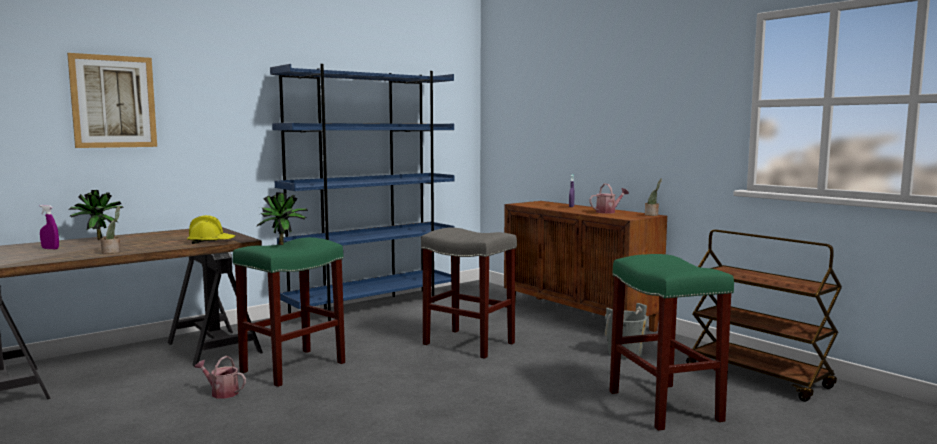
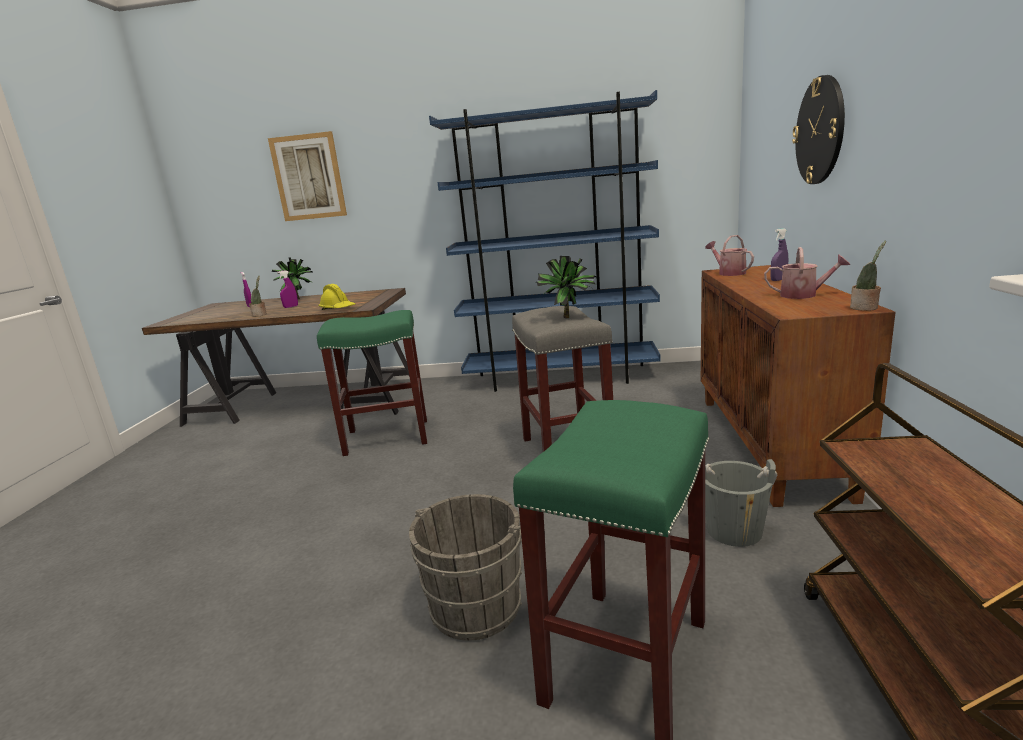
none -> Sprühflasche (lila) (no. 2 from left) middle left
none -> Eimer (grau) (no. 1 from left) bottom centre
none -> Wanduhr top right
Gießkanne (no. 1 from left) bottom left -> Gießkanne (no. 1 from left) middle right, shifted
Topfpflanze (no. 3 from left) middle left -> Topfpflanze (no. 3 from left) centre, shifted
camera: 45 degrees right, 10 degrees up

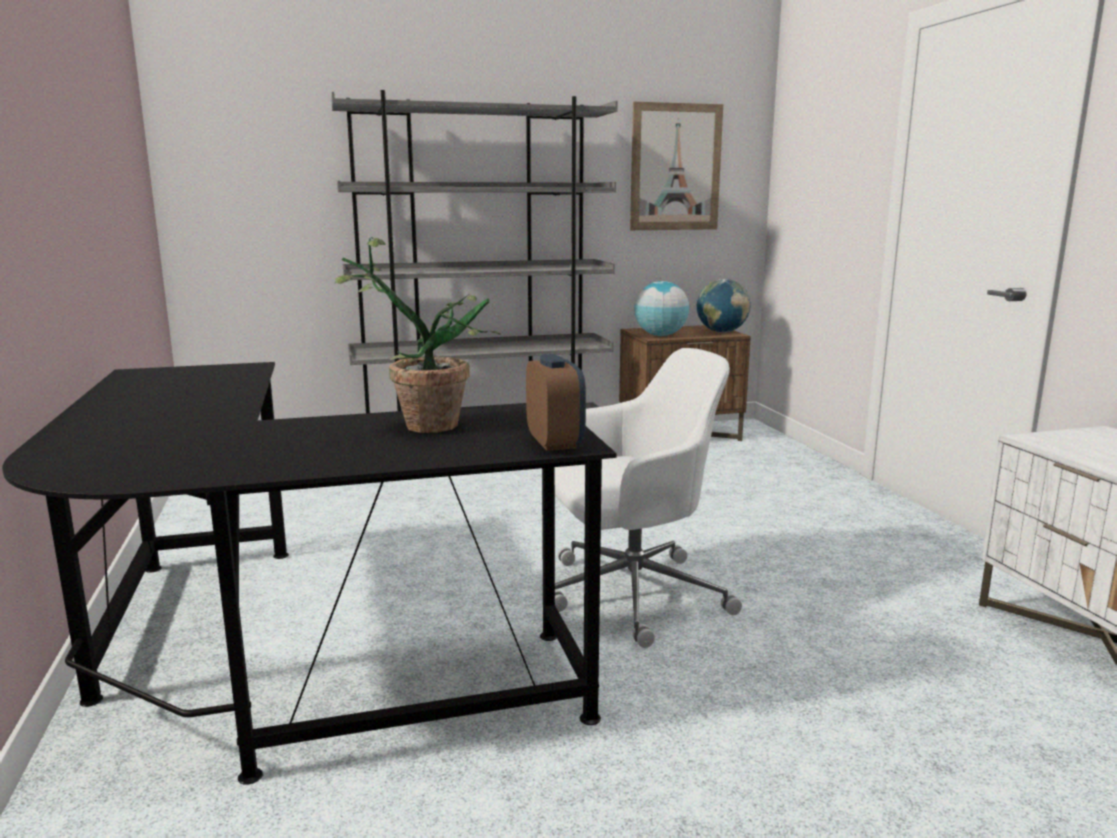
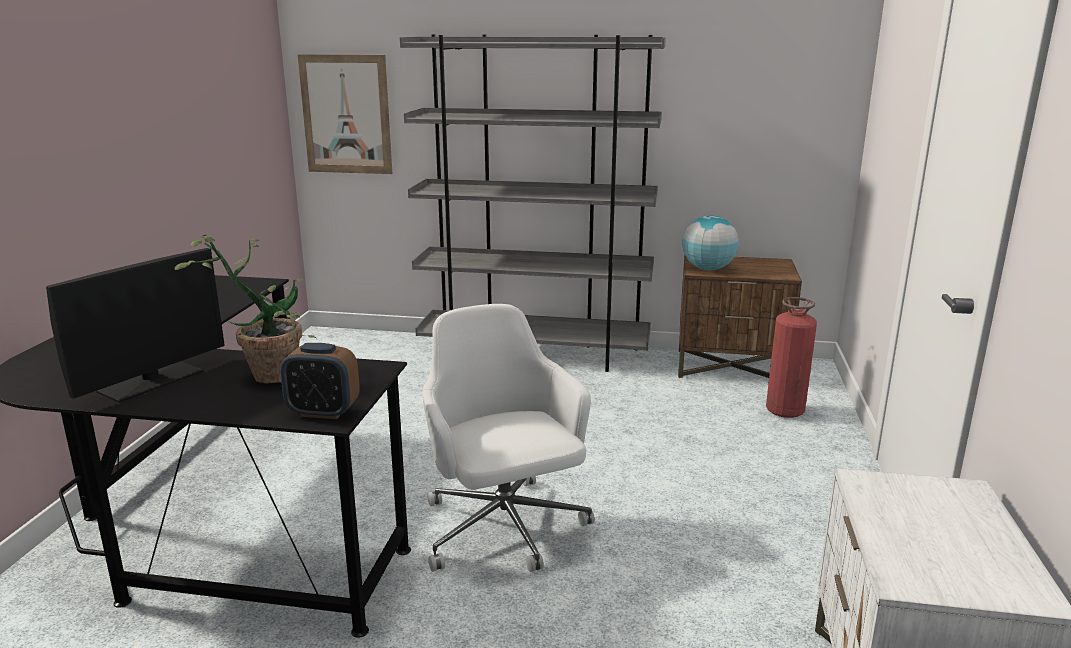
Globus (no. 2 from left) centre -> none
none -> Monitor middle left
none -> Feuerlöscher middle right
Bild top centre -> Bild top left, shifted
Wecker centre -> Wecker middle left, 90 degrees clockwise
Bürostuhl (weiß) centre -> Bürostuhl (weiß) bottom centre, 120 degrees counterclockwise
camera: 25 degrees right, 5 degrees up

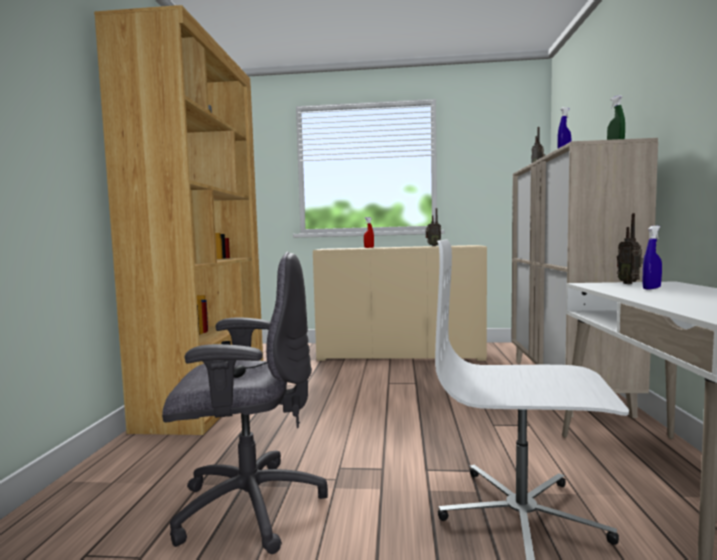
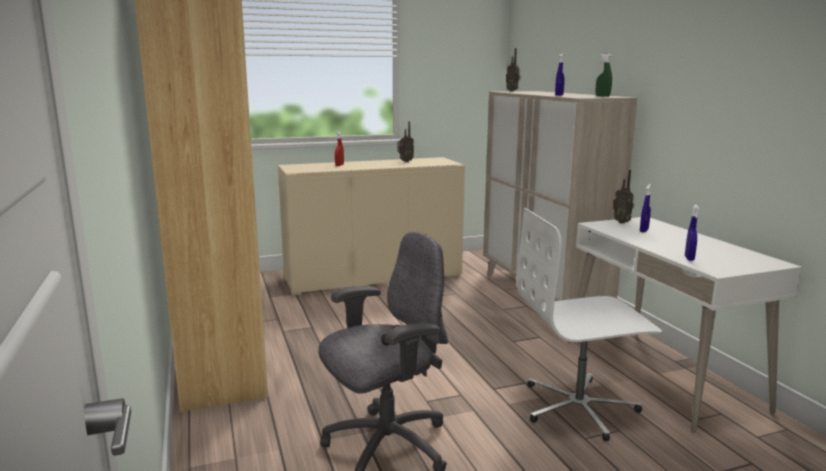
none -> Sprühflasche (blau) (no. 3 from left) middle right
camera: 25 degrees left, 10 degrees up

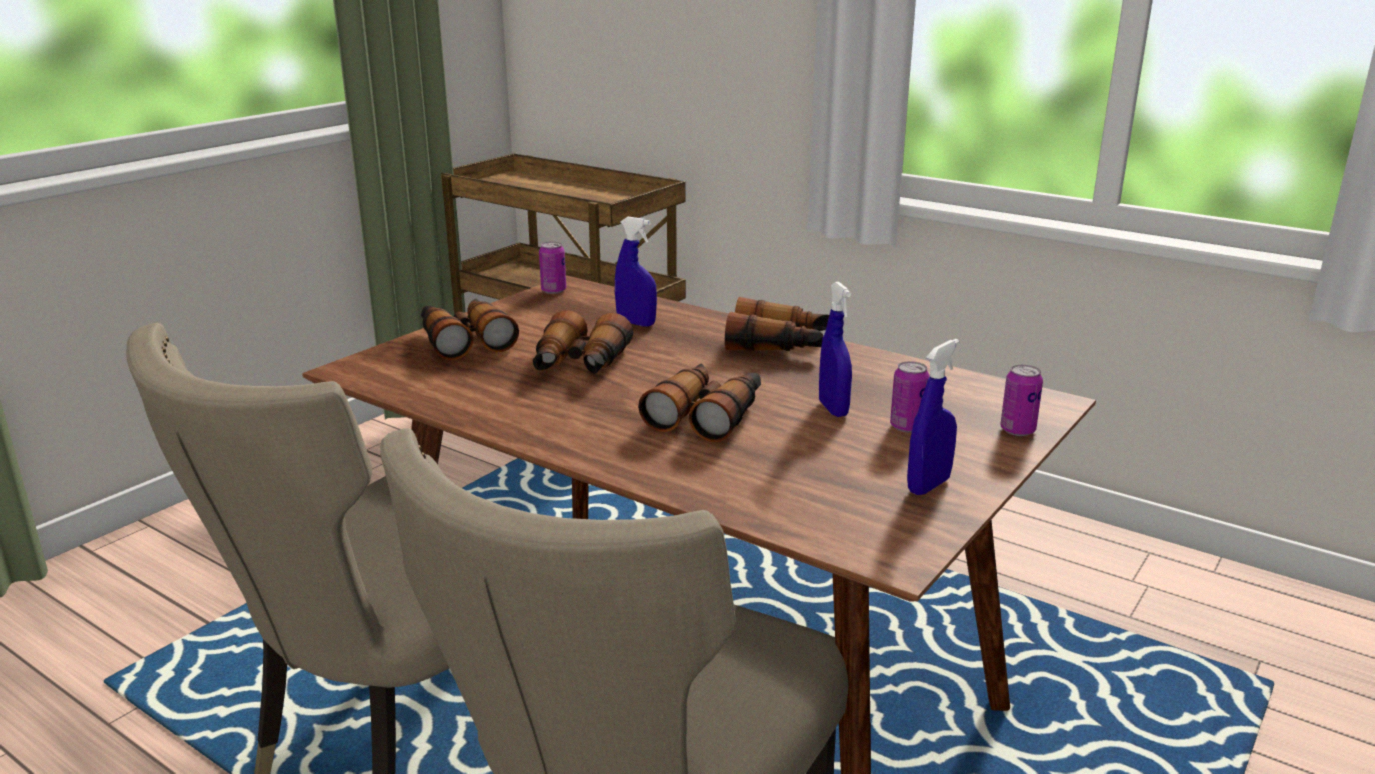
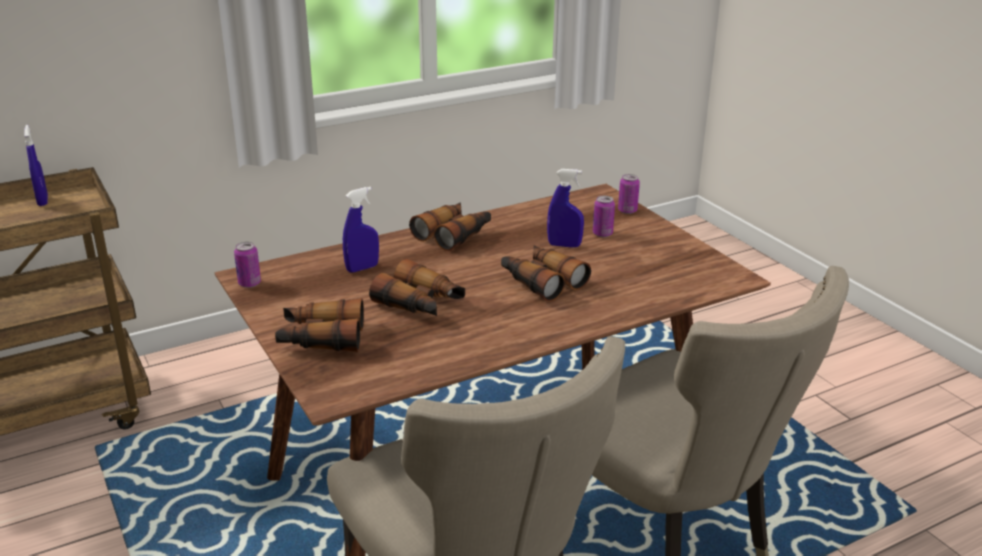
Sprühflasche (blau) (no. 3 from left in the first image) middle right -> Sprühflasche (blau) (no. 1 from left) top left, shifted
camera: 65 degrees left, 5 degrees up

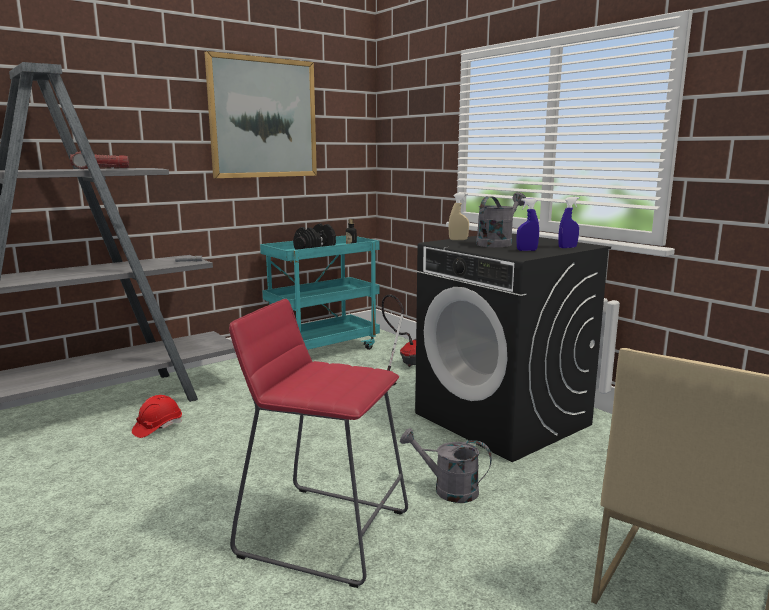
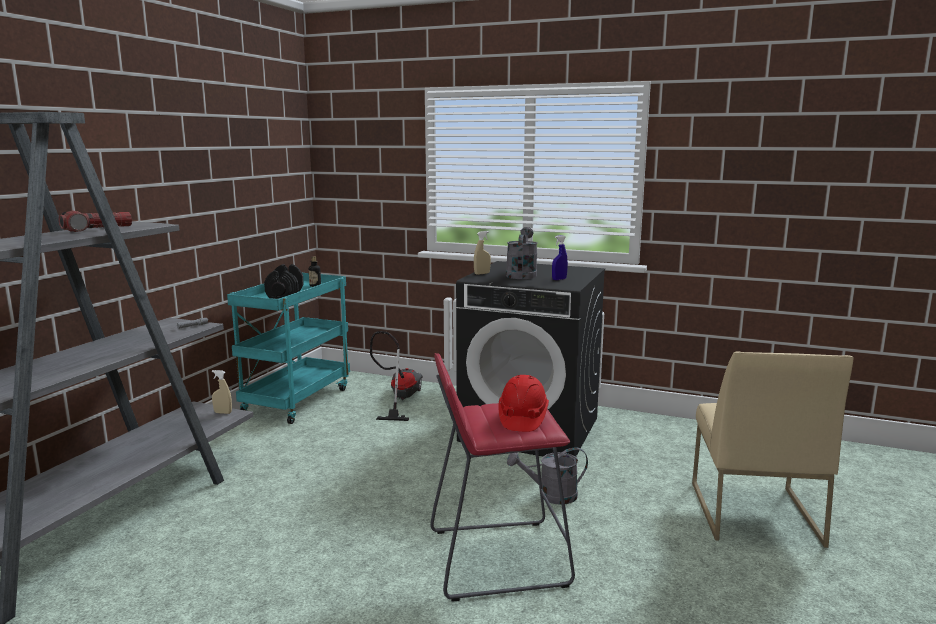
Bild top centre -> none
Sprühflasche (blau) (no. 2 from left) middle right -> none
none -> Sprühflasche (beige) (no. 1 from left) middle left
Schutzhelm (rot) bottom left -> Schutzhelm (rot) centre, shifted
camera: 30 degrees left, 0 degrees up

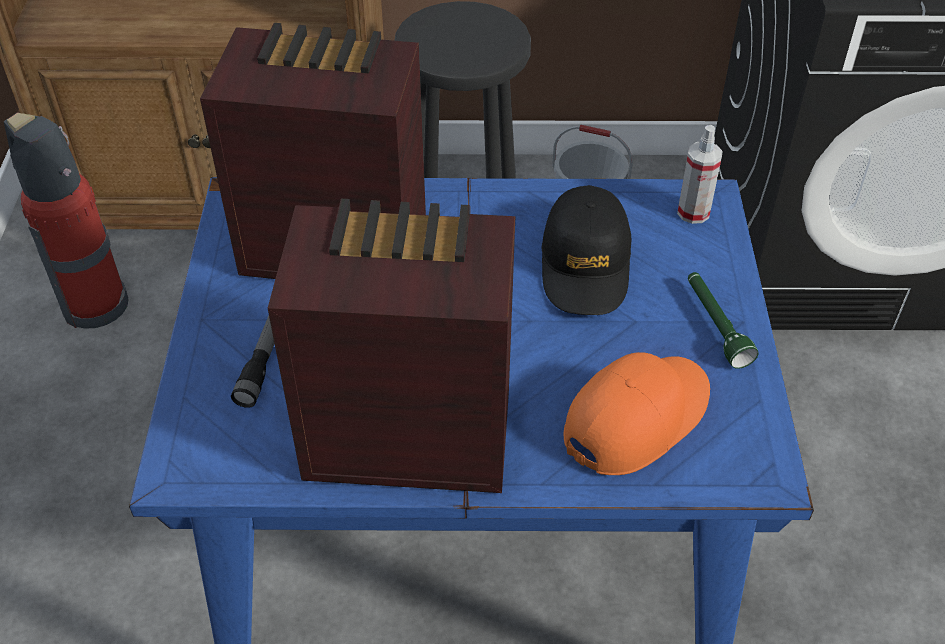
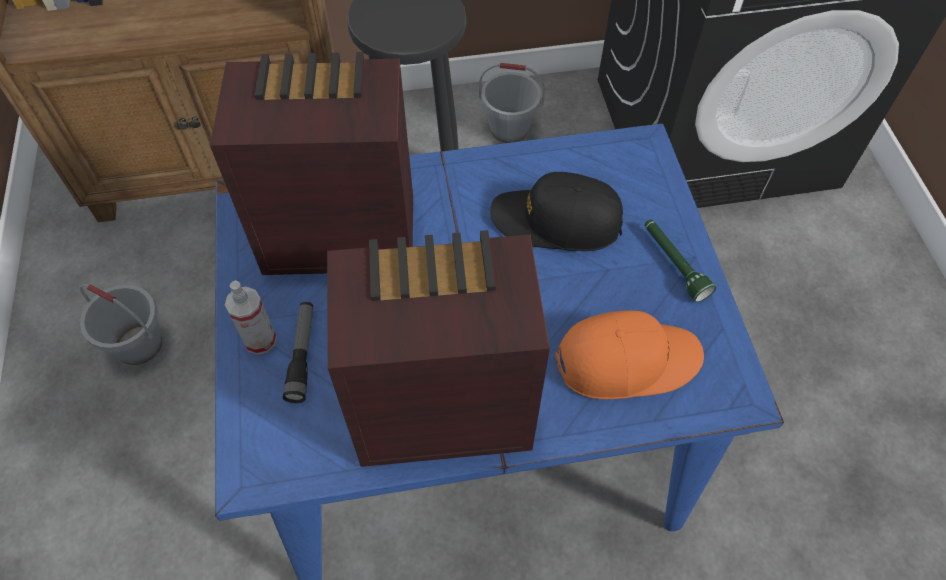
Feuerlöscher middle left -> none
none -> Eimer (grau) (no. 1 from left) middle left
Sprühflasche top right -> Sprühflasche middle left, shifted
Kappe (schwarz) centre, 105 degrees clockwise
Kappe (orange) middle right -> Kappe (orange) centre, 45 degrees clockwise
camera: 10 degrees left, 10 degrees up

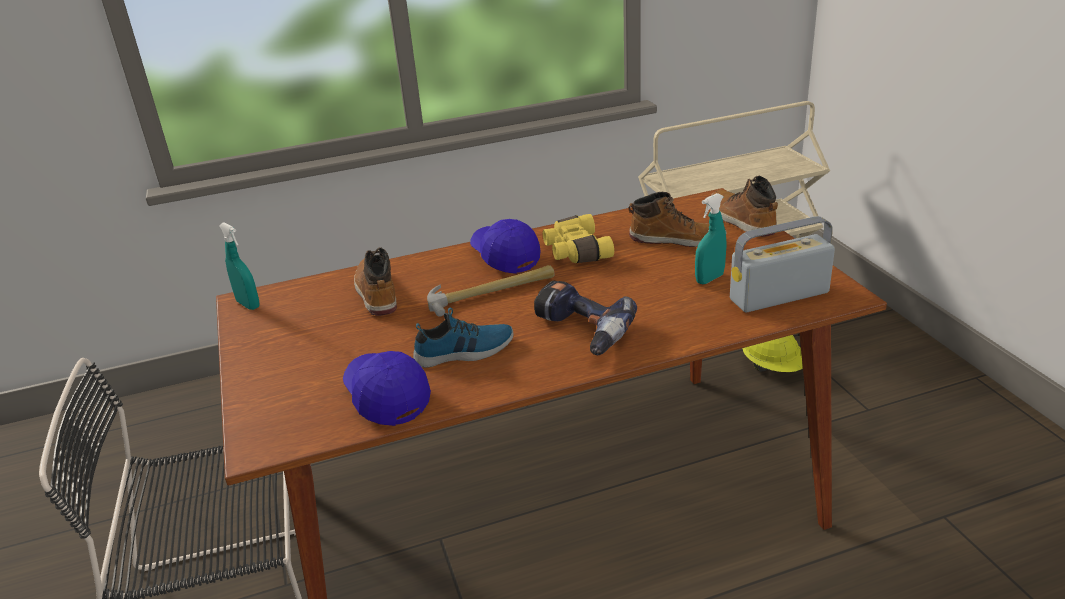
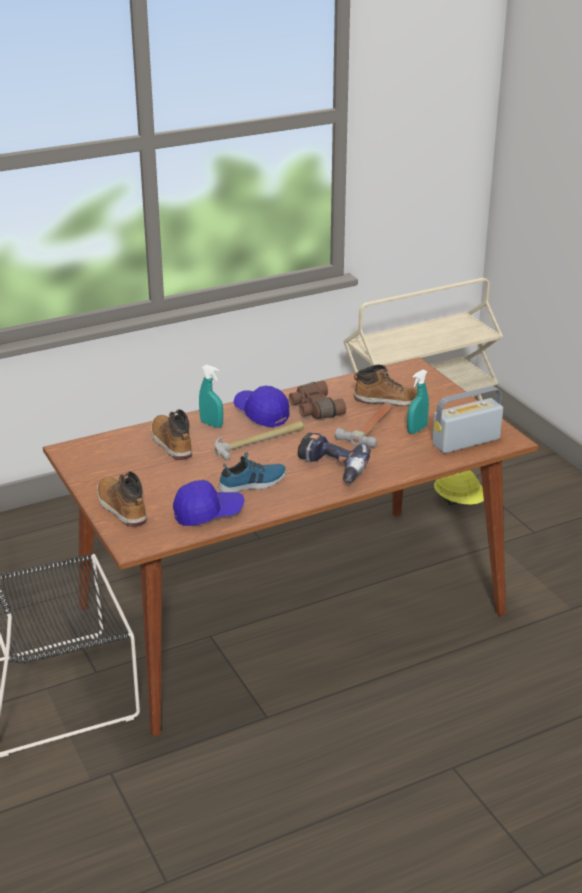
none -> Hammer (no. 2 from left) centre
Sprühflasche (türkis) (no. 1 from left) middle left -> Sprühflasche (türkis) (no. 1 from left) centre, shifted
Stiefel (no. 3 from left in the first image) middle right -> Stiefel (no. 1 from left) middle left, shifted
Fernglas (gelb) centre -> Fernglas (braun) centre
Kappe (blau) (no. 1 from left) centre, 120 degrees clockwise
camera: 10 degrees left, 0 degrees up

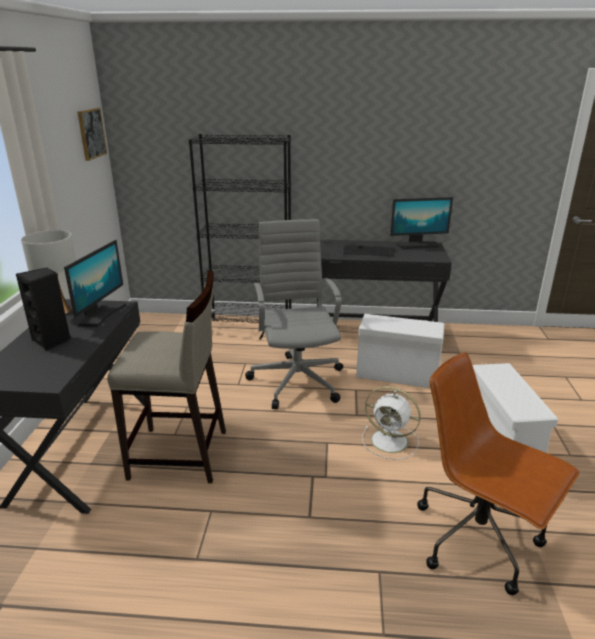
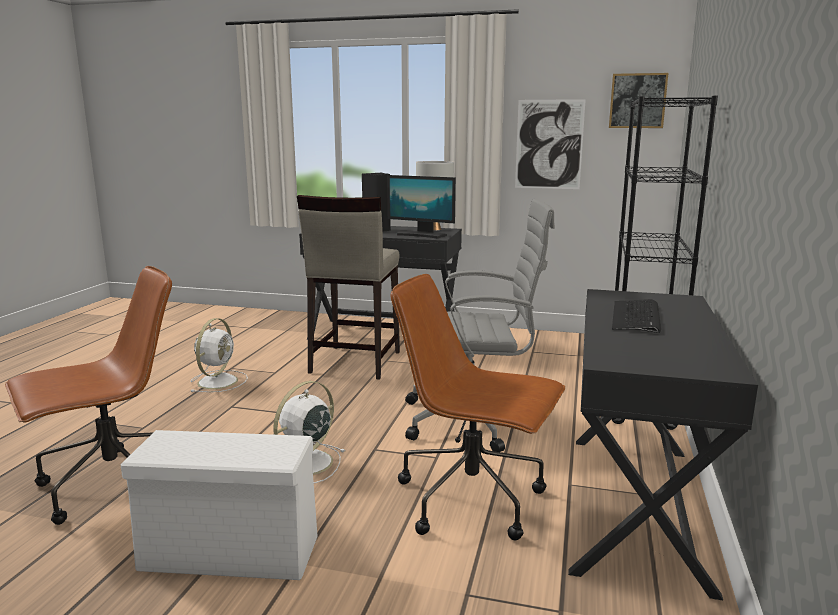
Monitor (no. 2 from left) middle right -> none
none -> Ventilator (weiß) (no. 1 from left) middle left
none -> Bild (no. 1 from left) top centre
Aufbewahrungsbox (weiß) (no. 1 from left) middle right -> Bürostuhl (braun) (no. 2 from left) centre
camera: 100 degrees right, 10 degrees down

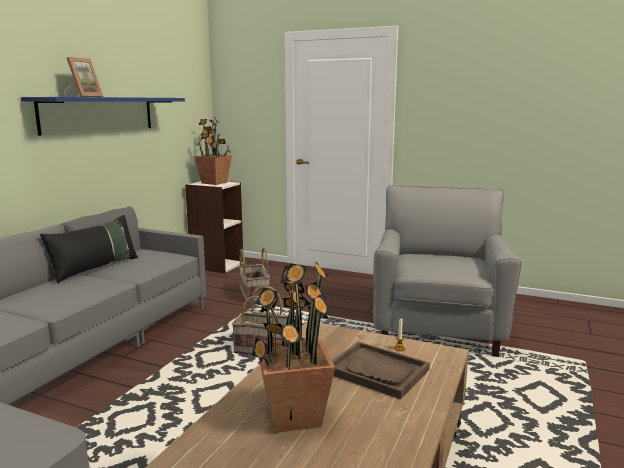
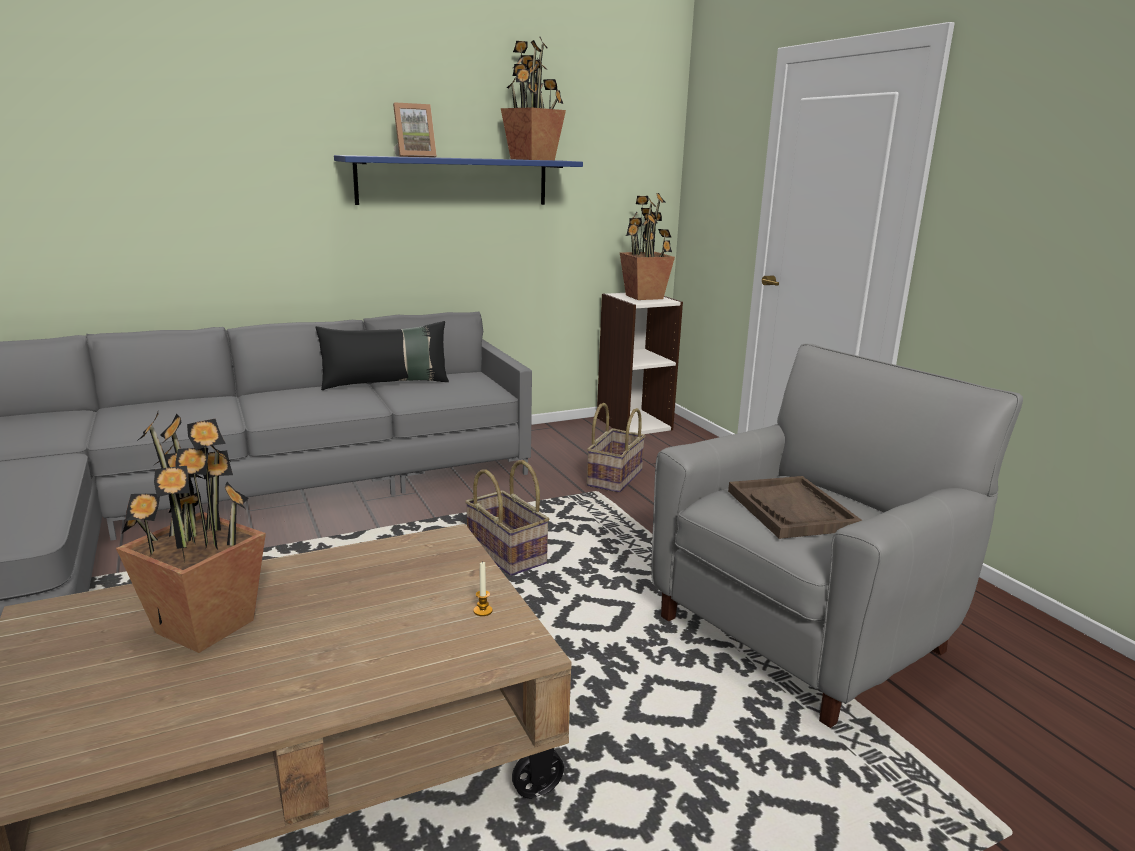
none -> Topfpflanze (no. 2 from left) top centre
Tablett (braun) bottom centre -> Tablett (braun) middle right, shifted
camera: 40 degrees right, 5 degrees up

